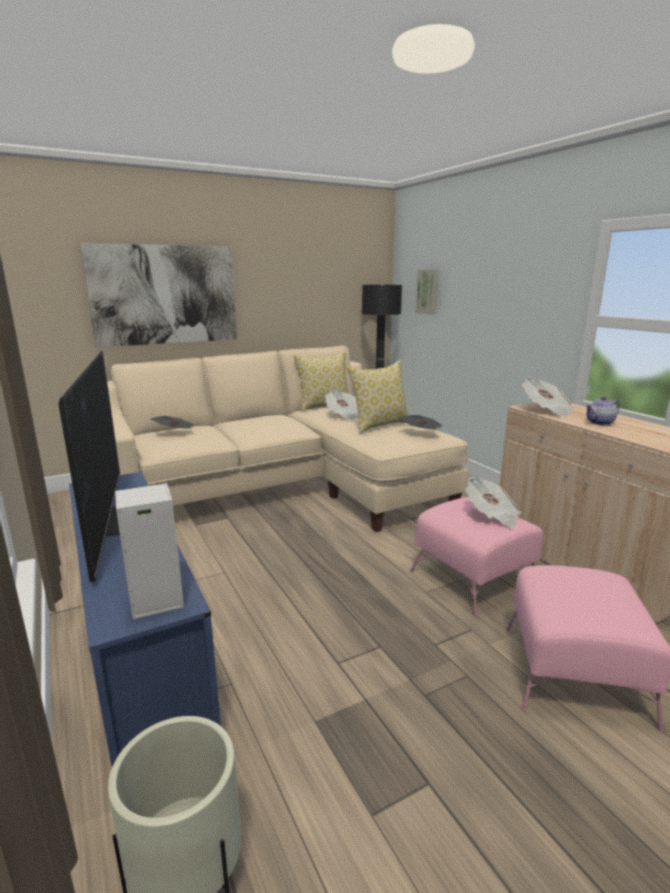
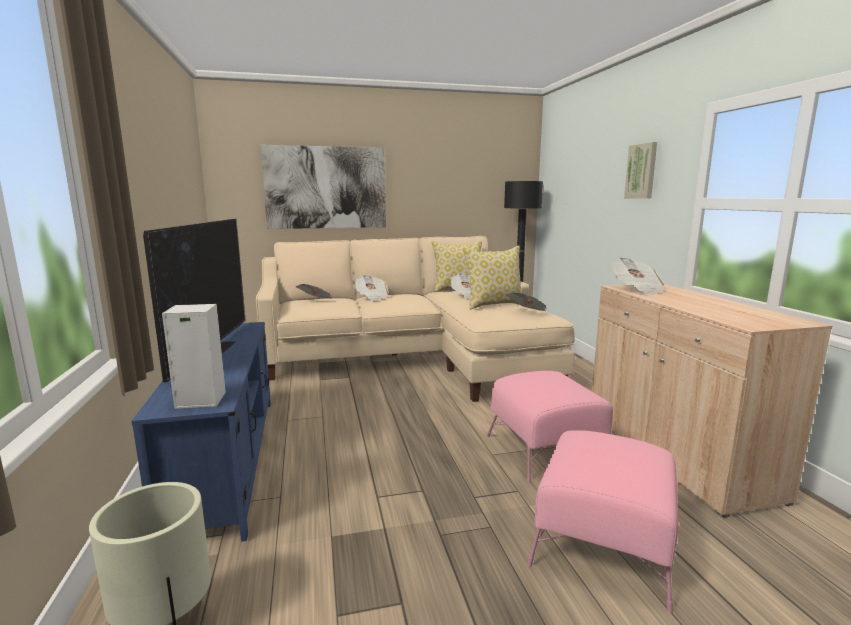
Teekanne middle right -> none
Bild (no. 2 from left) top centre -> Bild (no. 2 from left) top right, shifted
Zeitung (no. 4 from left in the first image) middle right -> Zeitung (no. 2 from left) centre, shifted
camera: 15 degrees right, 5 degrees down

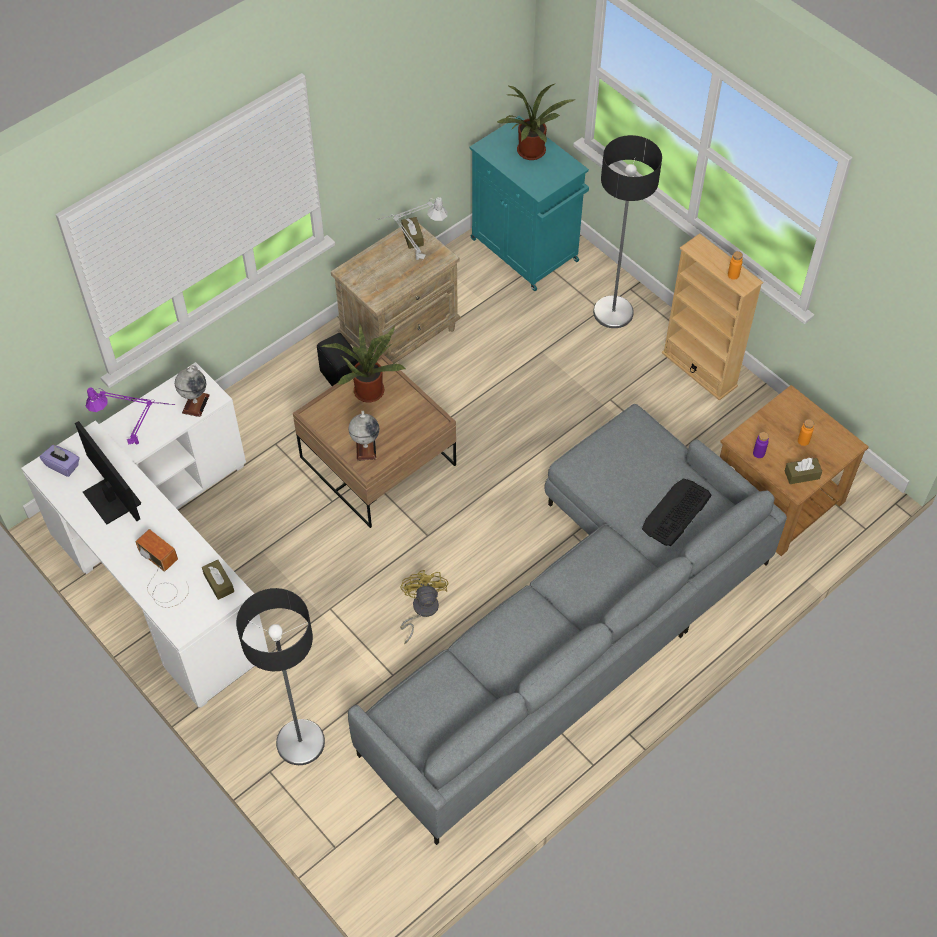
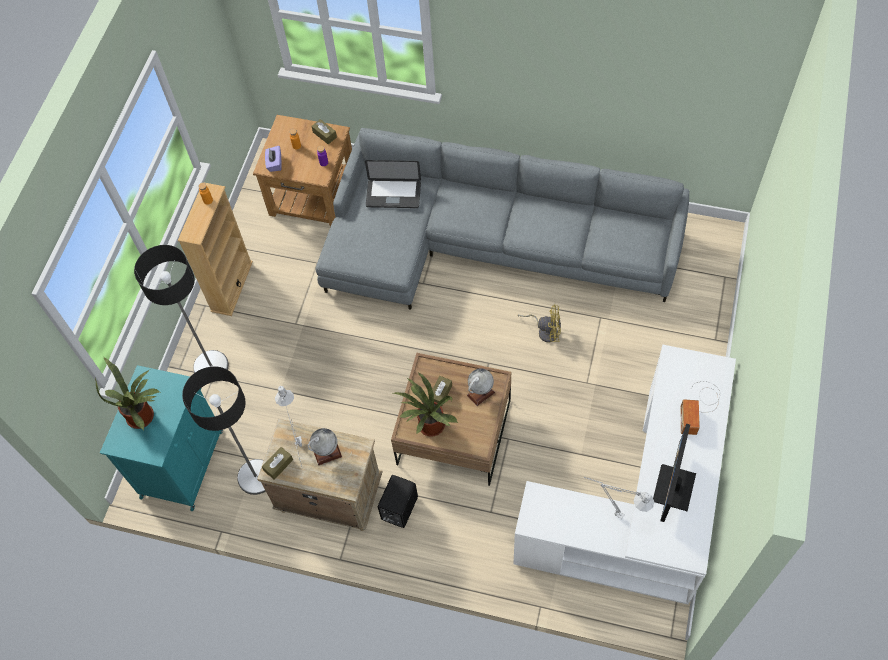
Taschentuchbox (lila) middle left -> Taschentuchbox (lila) top left, shifted
Globus (no. 1 from left) middle left -> Globus (no. 1 from left) bottom centre, shifted
Taschentuchbox (braun) (no. 1 from left in the first image) middle left -> Taschentuchbox (braun) (no. 3 from left) centre, shifted
Stehlampe (no. 1 from left in the first image) bottom left -> Stehlampe (no. 2 from left) middle left, shifted
Tastatur middle right -> Laptop top centre
Tischlampe (lila) middle left -> Tischlampe (grau) (no. 2 from left) bottom right
Ventilator (gelb) centre, 135 degrees counterclockwise
camera: 120 degrees left, 5 degrees up

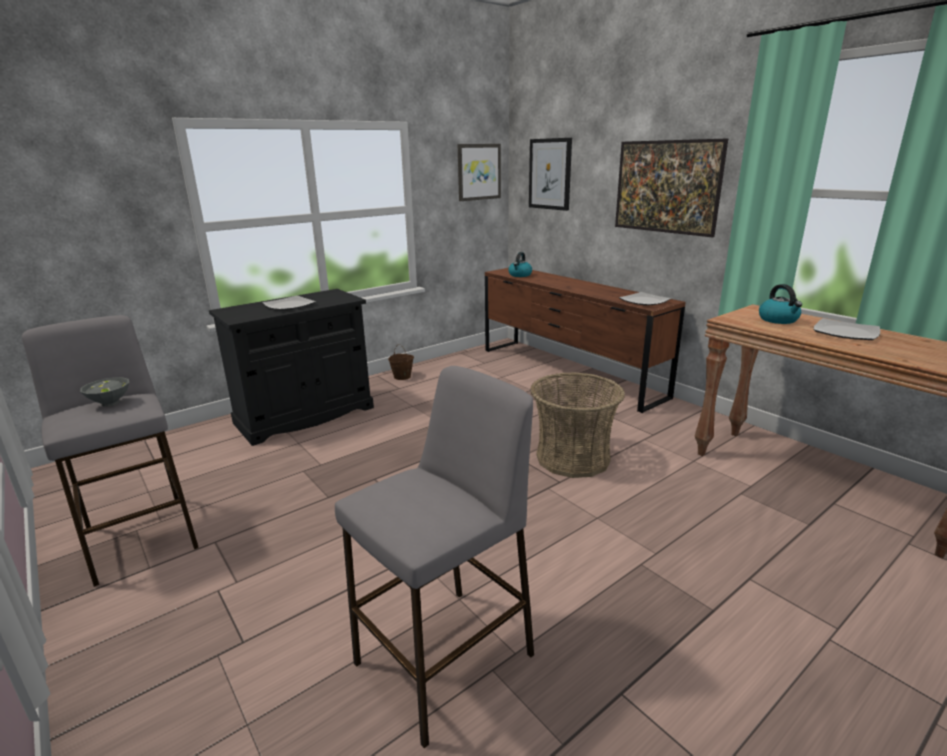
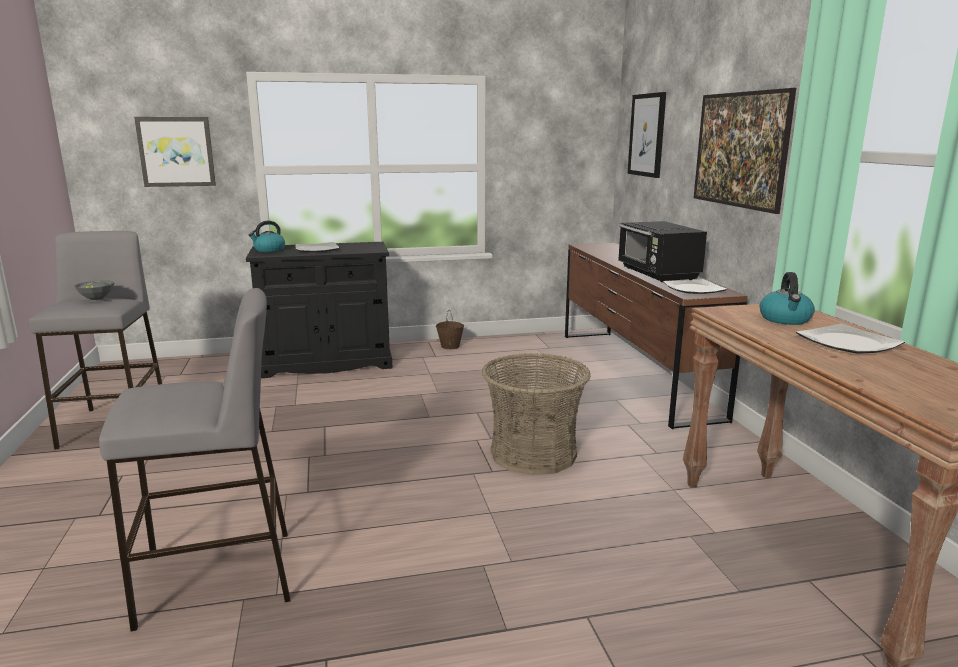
none -> Mikrowelle (schwarz) middle right
Bild (no. 1 from left) top centre -> Bild (no. 1 from left) top left, shifted
Wasserkessel (no. 1 from left) centre -> Wasserkessel (no. 1 from left) middle left, shifted
camera: 25 degrees right, 5 degrees down

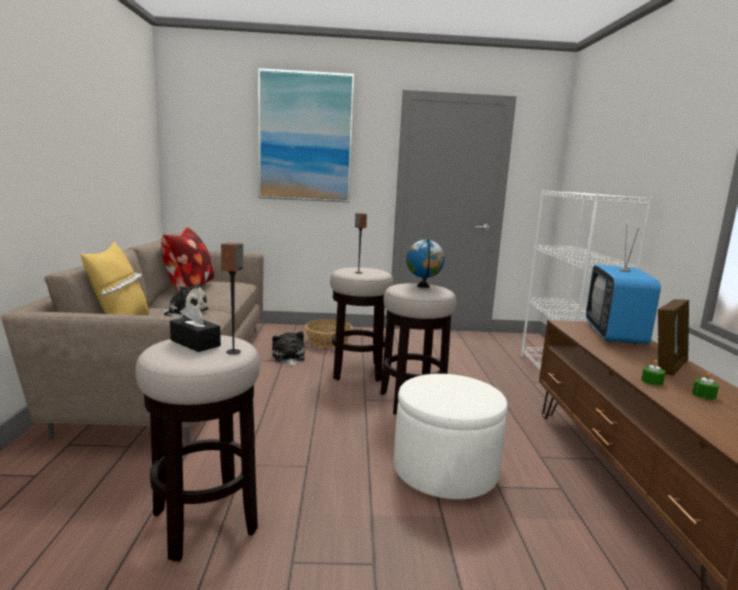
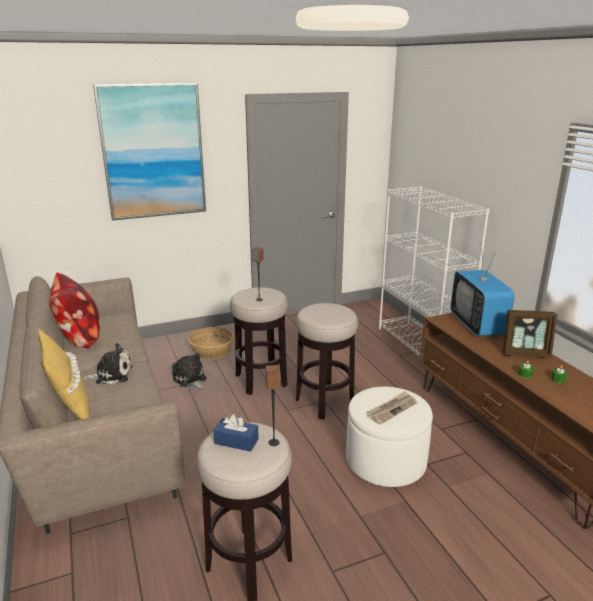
Globus centre -> none
none -> Zeitung bottom centre
Taschentuchbox (schwarz) middle left -> Taschentuchbox (blau) bottom centre
Bilderrahmen middle right, 75 degrees clockwise
camera: 20 degrees left, 10 degrees up

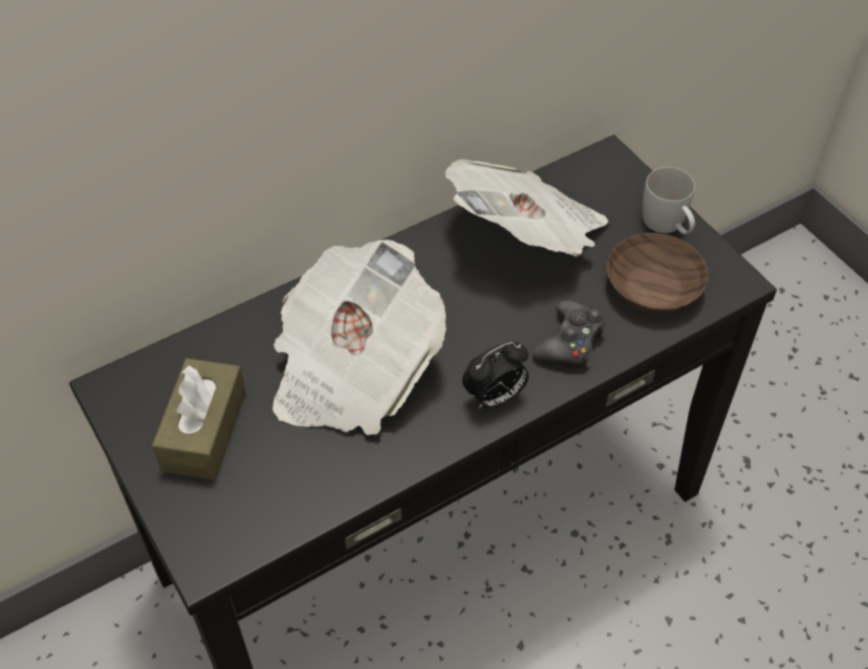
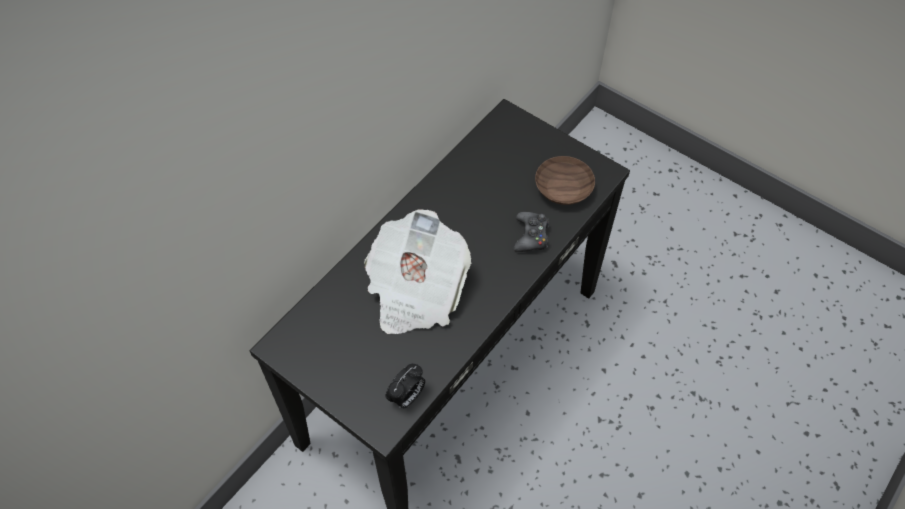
Taschentuchbox (braun) middle left -> none
Zeitung (no. 2 from left) top centre -> none
Henkelbecher (weiß) top right -> none
Wecker centre -> Wecker bottom centre, shifted
camera: 20 degrees left, 5 degrees up

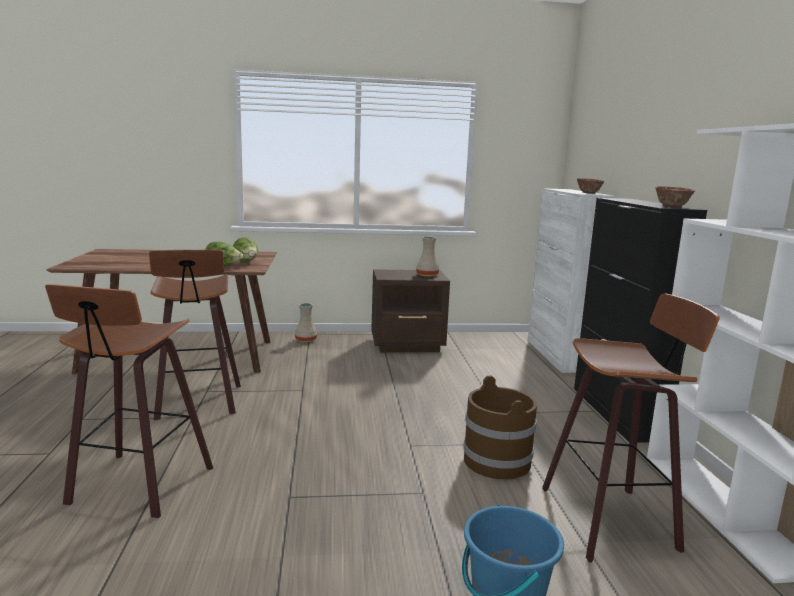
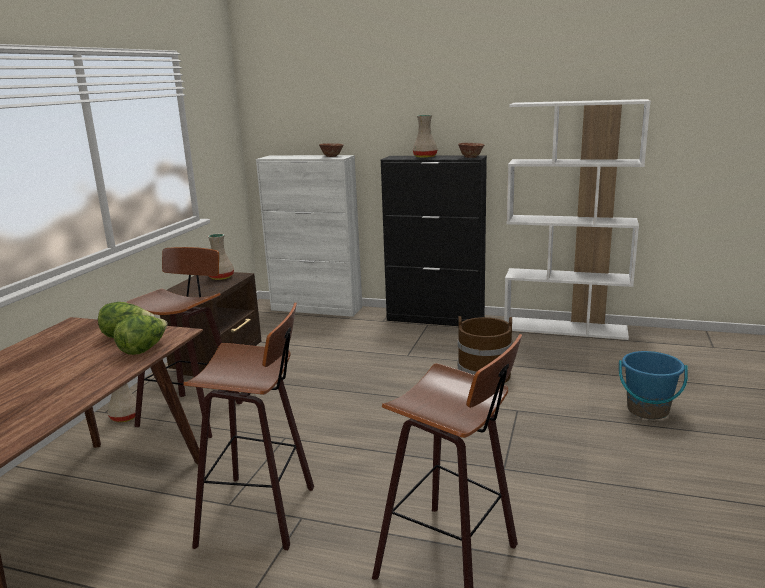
none -> Vase (beige) (no. 3 from left) top centre
Hocker (no. 3 from left in the first image) bottom right -> Hocker (no. 1 from left) middle left, shifted
camera: 65 degrees left, 5 degrees up

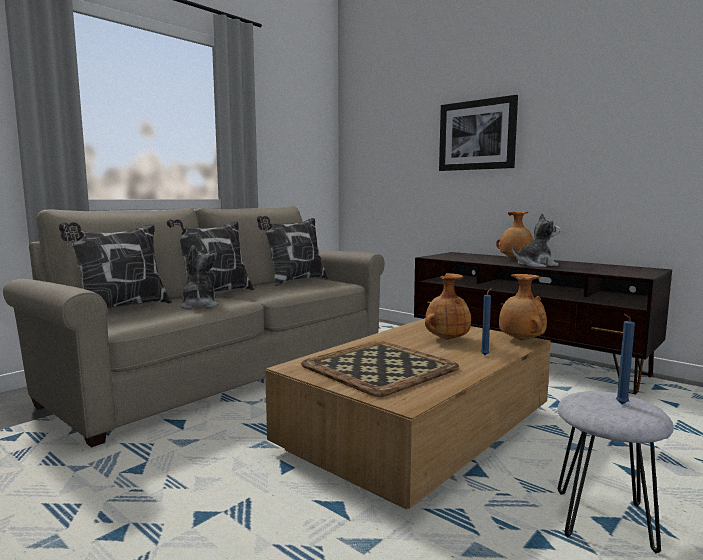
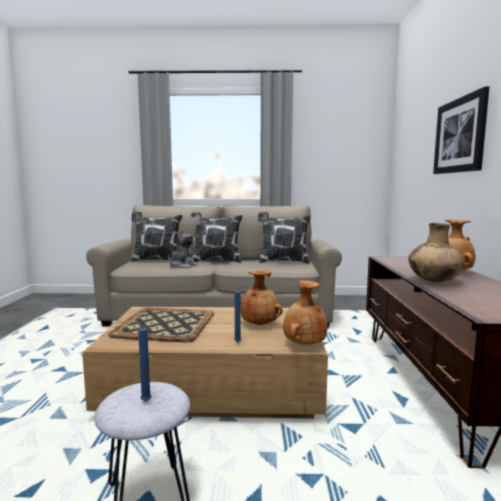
Plüschtier (no. 2 from left) middle right -> Vase (braun) (no. 3 from left) middle right
camera: 50 degrees right, 0 degrees up

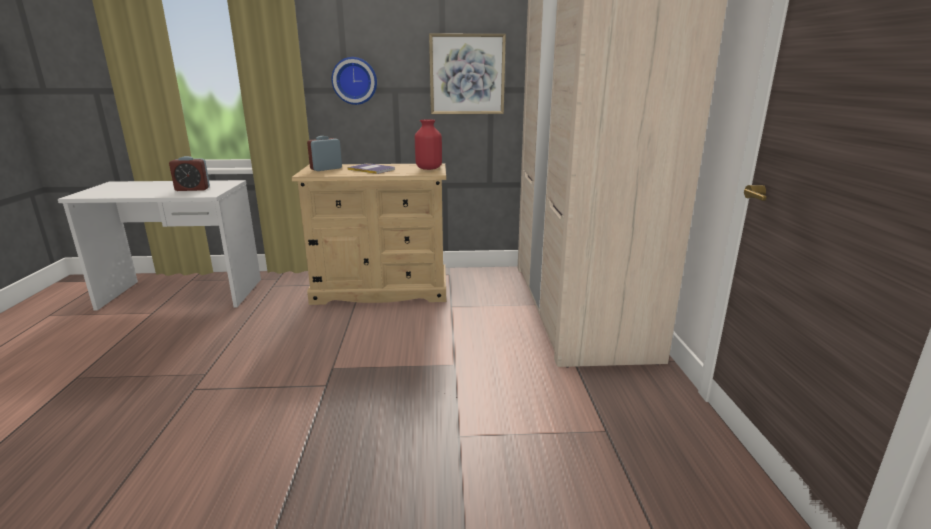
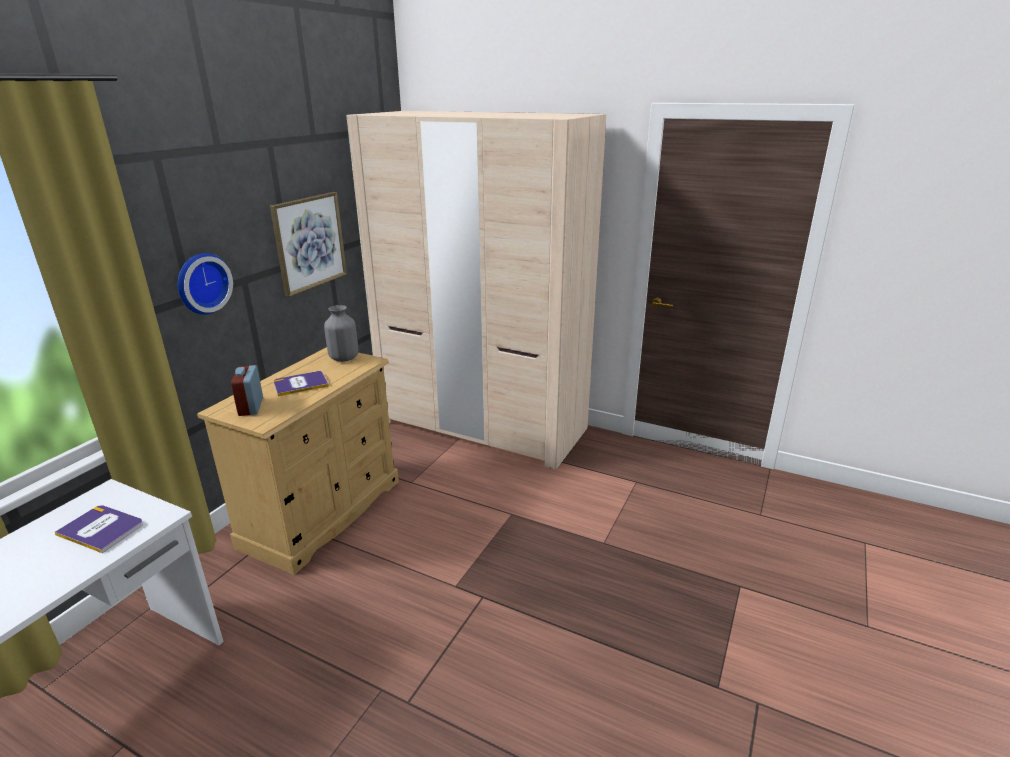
Wecker (no. 1 from left) top left -> Buch (no. 1 from left) bottom left
Vase (rot) top centre -> Vase (grau) centre
camera: 60 degrees left, 5 degrees up

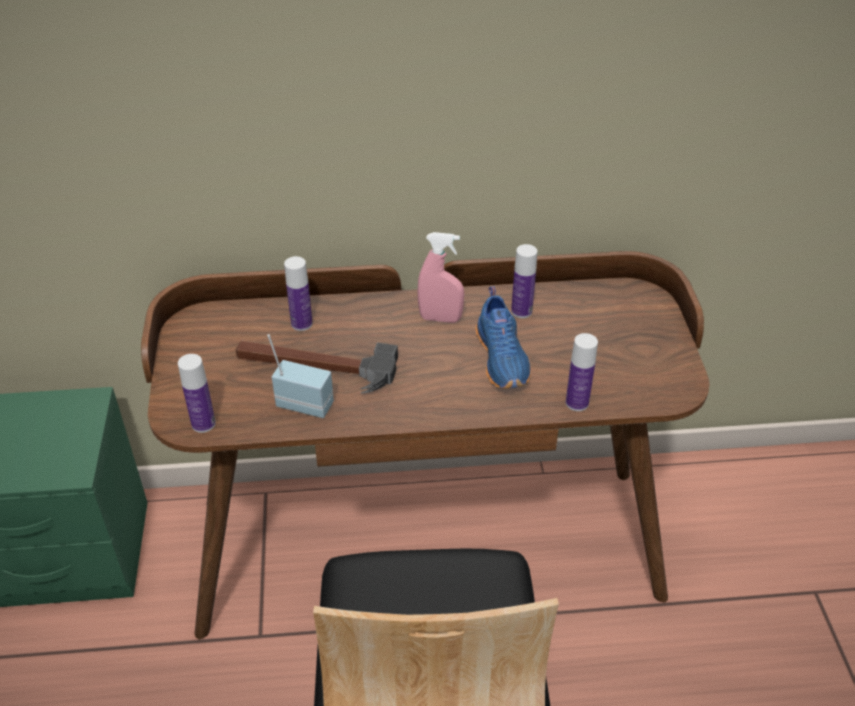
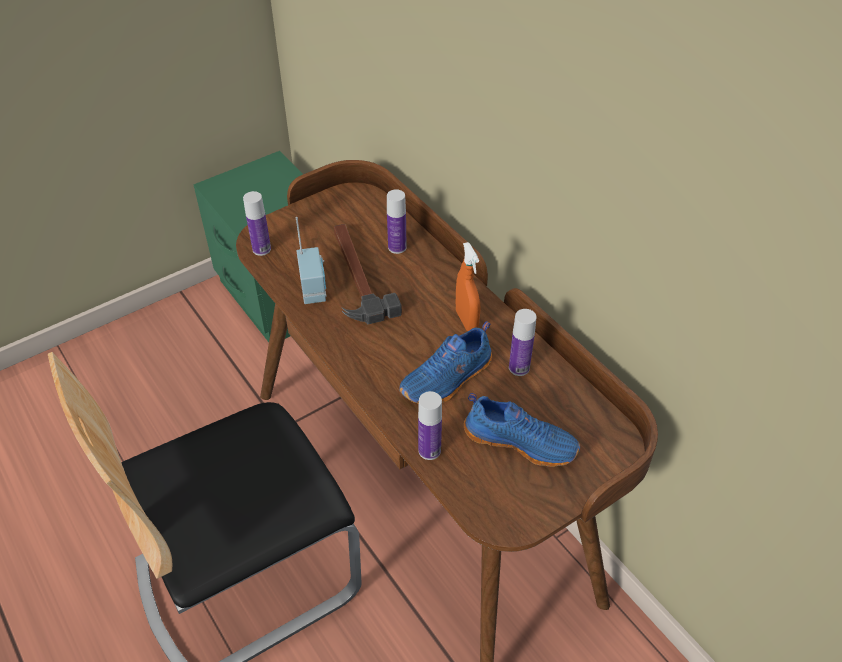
none -> Schuh (blau) (no. 2 from left) centre
Sprühflasche (rosa) centre -> Sprühflasche (orange) centre
camera: 60 degrees right, 5 degrees up

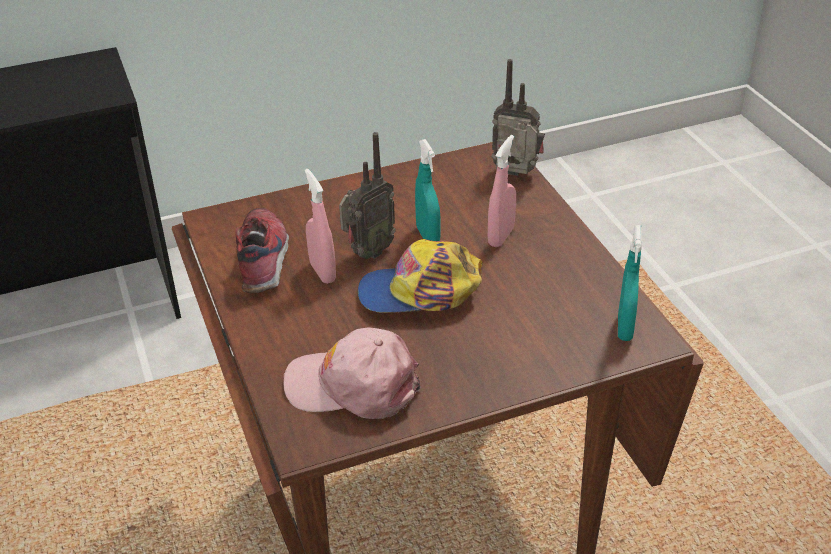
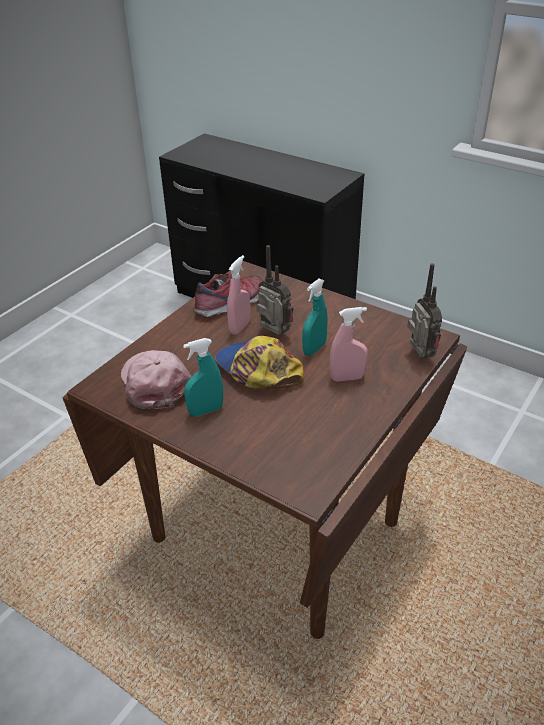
Sprühflasche (türkis) (no. 2 from left in the first image) middle right -> Sprühflasche (türkis) (no. 1 from left) centre, shifted
Radio (no. 1 from left) centre, 150 degrees counterclockwise
camera: 55 degrees right, 0 degrees up

